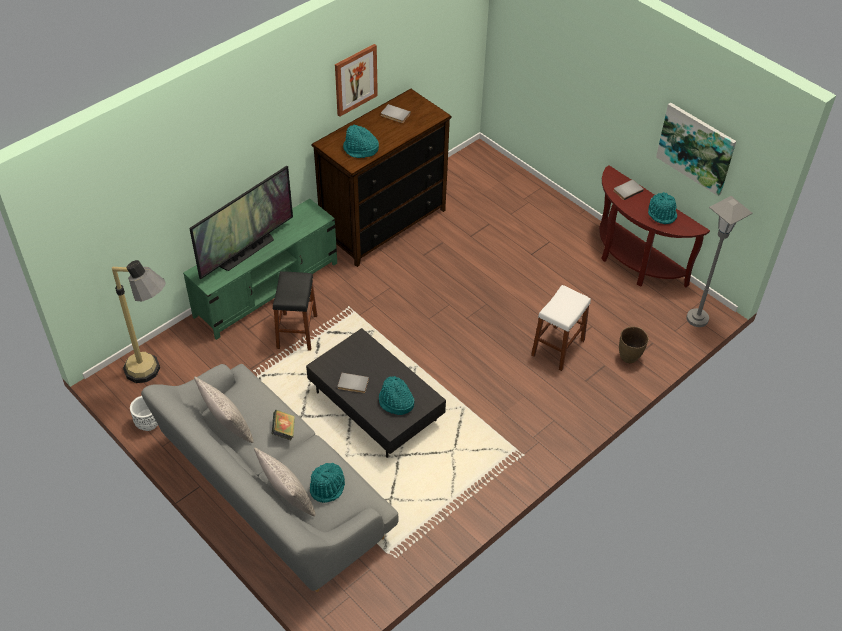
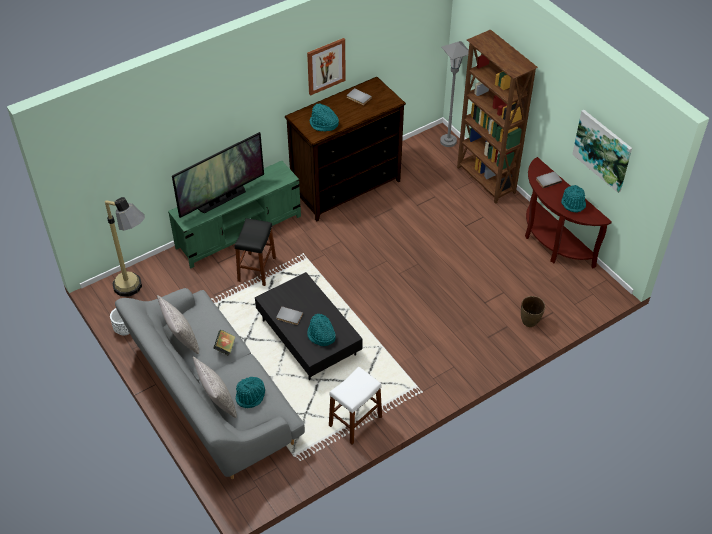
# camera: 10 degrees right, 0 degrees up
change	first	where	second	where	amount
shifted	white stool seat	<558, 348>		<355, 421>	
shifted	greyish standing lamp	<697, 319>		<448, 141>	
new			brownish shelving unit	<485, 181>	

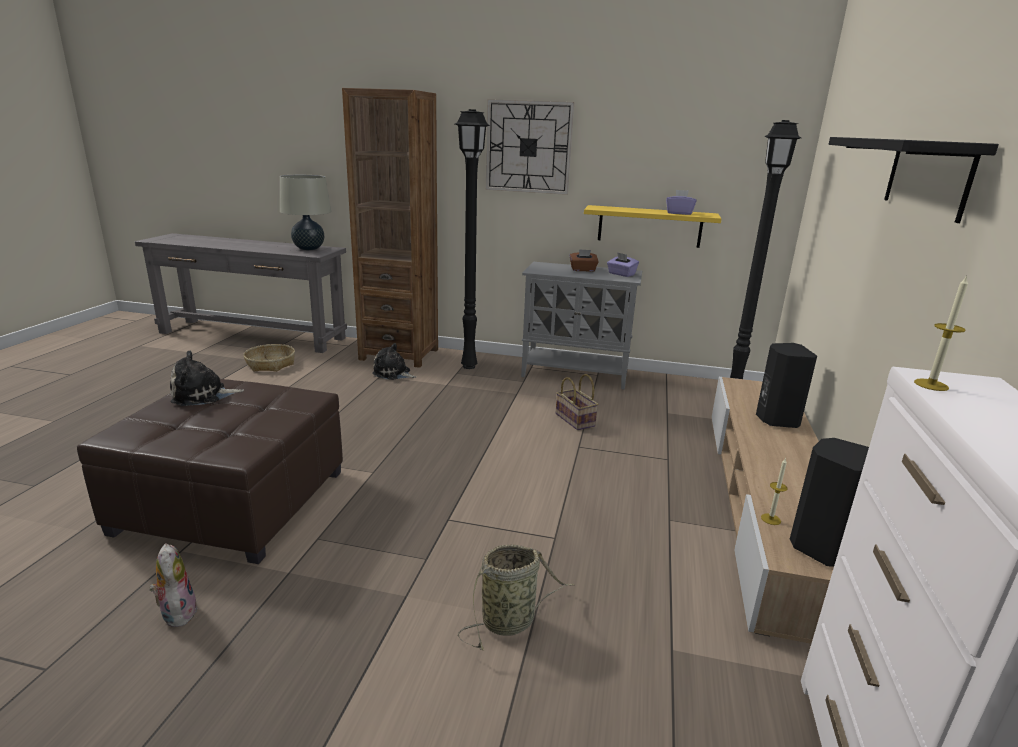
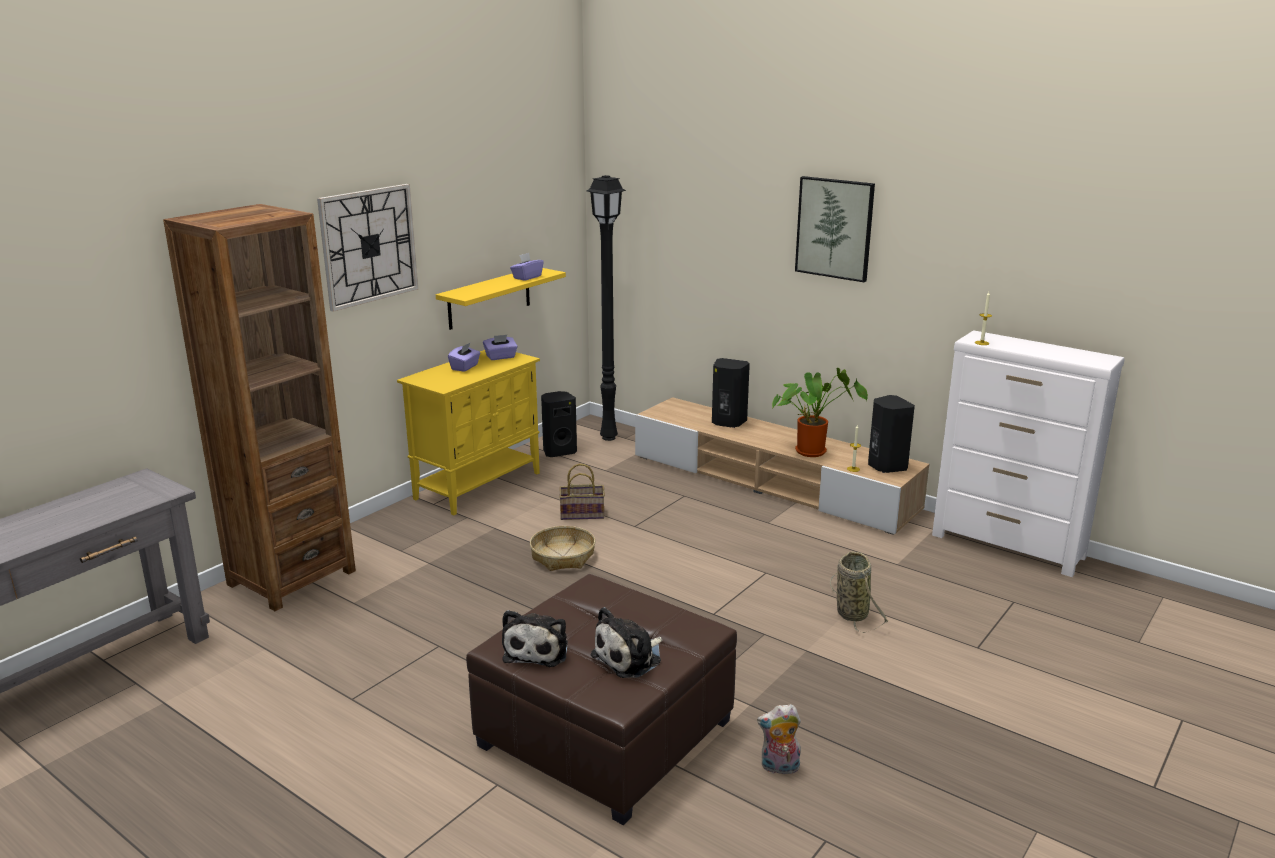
# camera: 65 degrees left, 0 degrees up
change	first	where	second	where	amount
shifted	storage basket	<270, 364>		<562, 557>	
gone	sand-coloured table lamp	<309, 249>			
shifted	plush toy	<393, 373>		<630, 658>	
gone	black standing lamp	<470, 366>			
repainted	greyish cabinet	<576, 374>	yellowish cabinet	<478, 485>	
repainted	brownish tissue holder	<583, 270>	purple tissue holder	<465, 367>	
swapped	black shelf	<927, 176>	picture	<834, 228>	
new			black speaker	<558, 451>	
new			houseplant	<813, 451>	

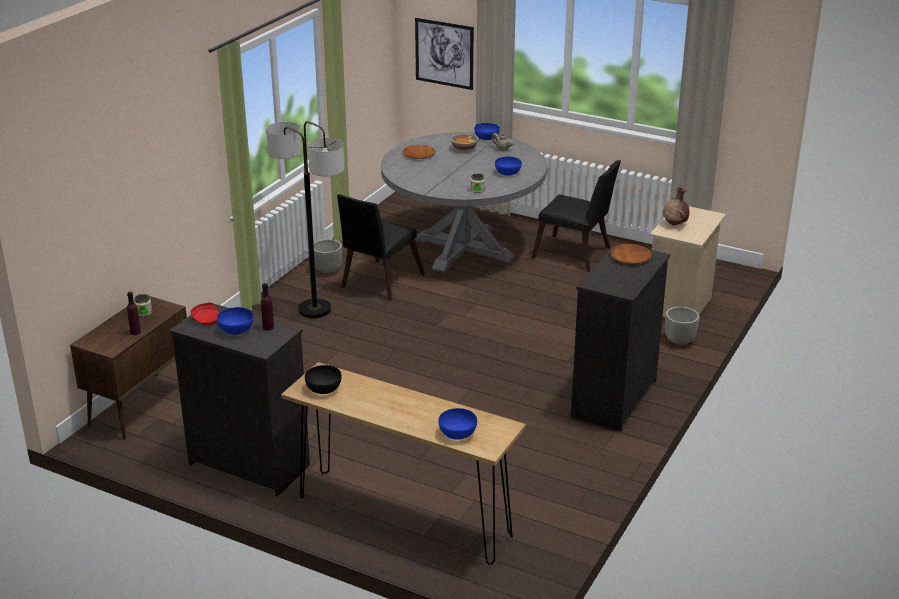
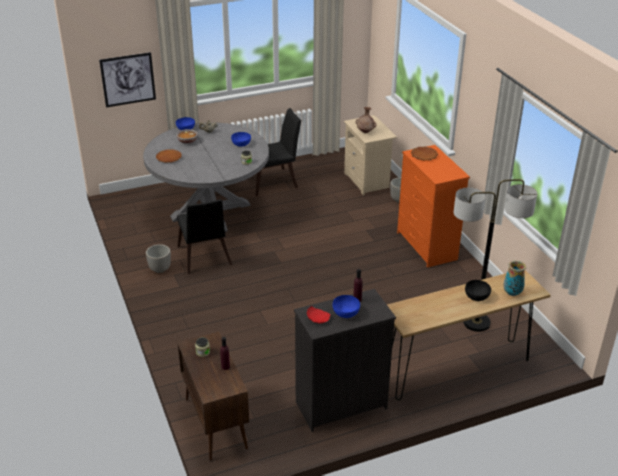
# camera: 50 degrees left, 5 degrees up
change	first	where	second	where	amount
shifted	standing lamp	<314, 309>		<476, 322>	
shifted	black serving bowl	<324, 389>		<477, 296>	
swapped	blue serving bowl	<458, 433>	flower vase	<512, 293>	
repainted	black chest of drawers	<613, 399>	orange-coloured chest of drawers	<426, 246>	

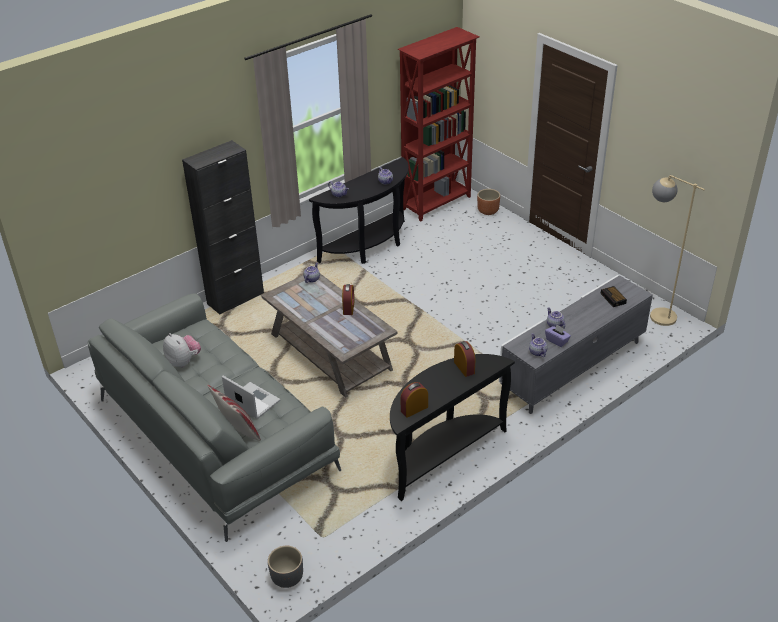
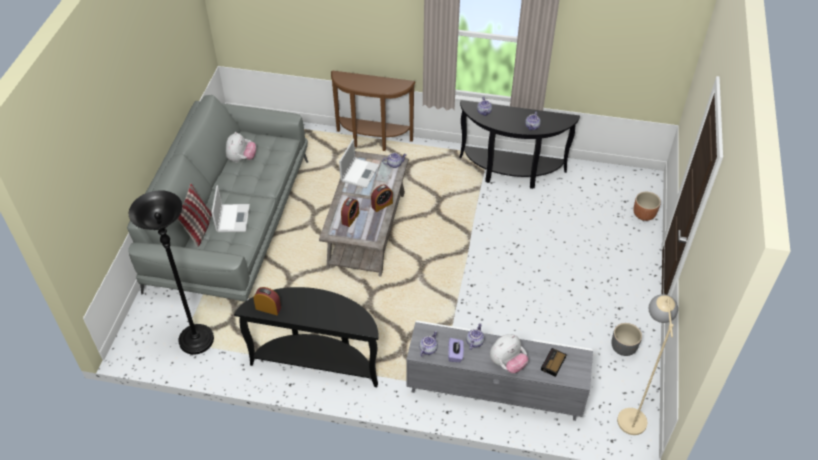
# camera: 50 degrees right, 10 degrees up
change	first	where	second	where	amount
swapped	black cabinet	<235, 298>	brownish hall table	<373, 141>	
shifted	greyish flower pot	<287, 578>		<623, 348>	
gone	red-coloured shelving unit	<437, 203>			
shifted	alarm clock	<464, 367>		<350, 218>	
new			black standing lamp	<196, 340>	
new			notebook computer	<360, 172>	
new			plush toy	<507, 363>	

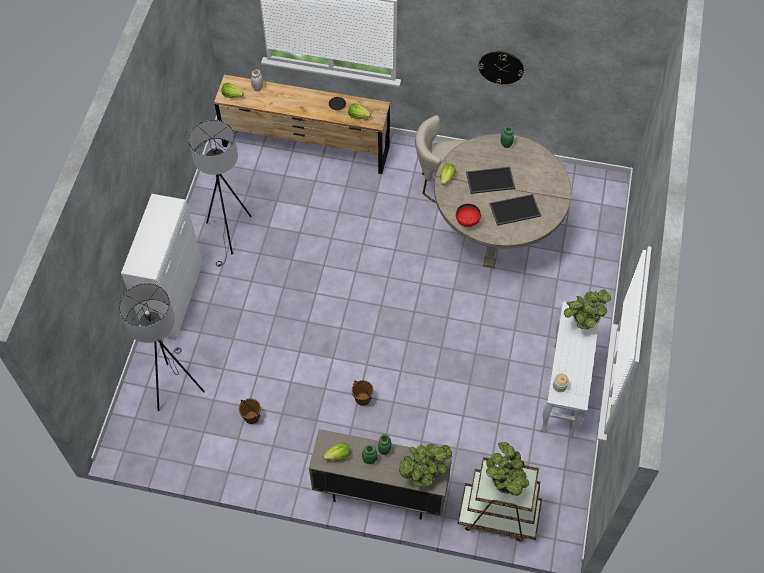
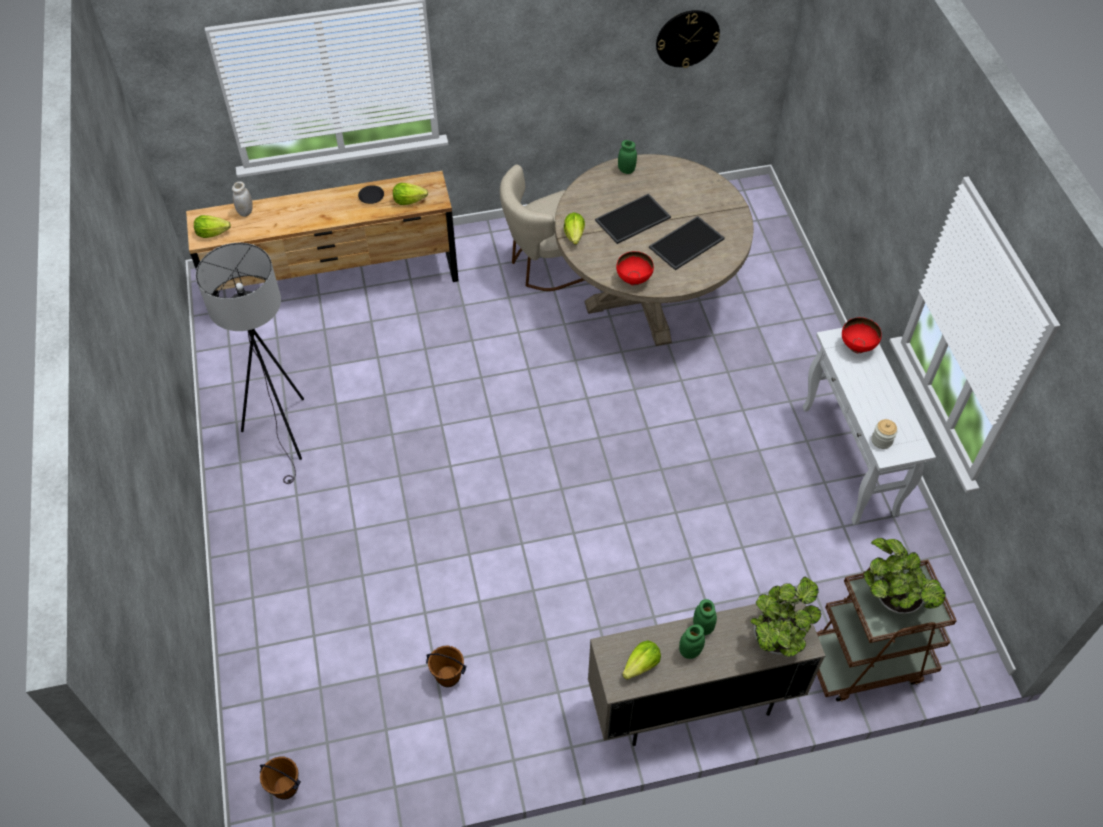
# camera: 25 degrees left, 5 degrees down
change	first	where	second	where	amount
gone	greyish standing lamp	<174, 385>			
gone	white cabinet	<174, 299>			
shifted	brownish water bucket	<362, 399>		<285, 787>	
shifted	clock on the wall	<501, 67>		<687, 38>	
swapped	houseplant	<583, 320>	red-coloured serving bowl	<857, 346>	

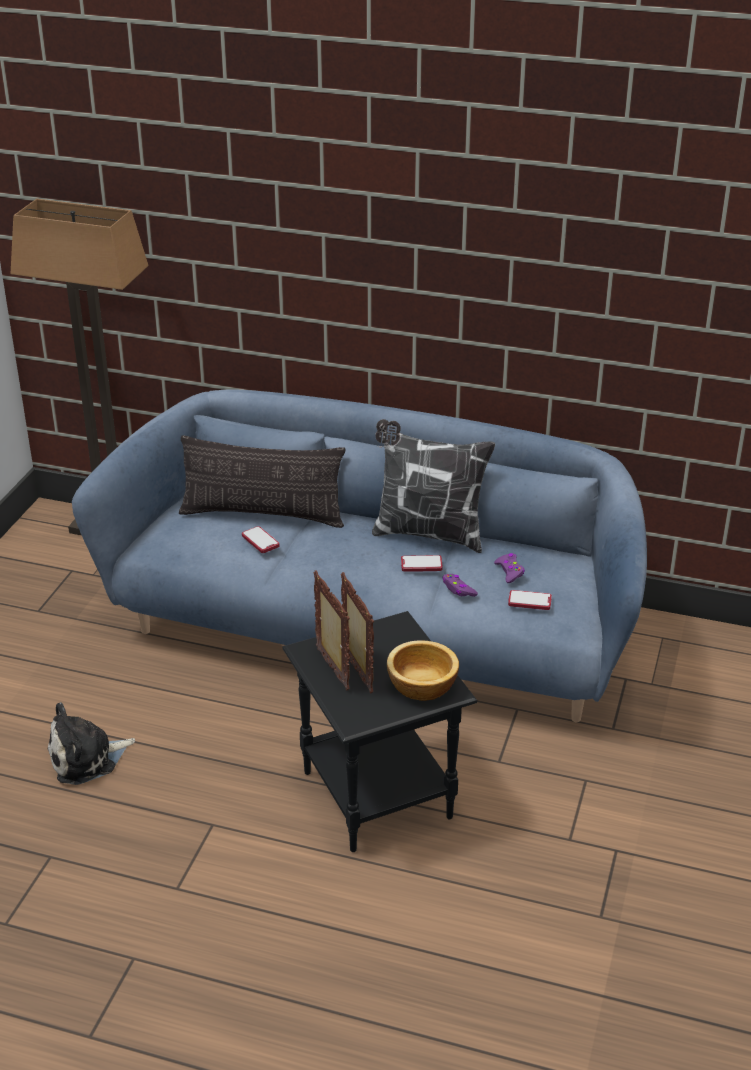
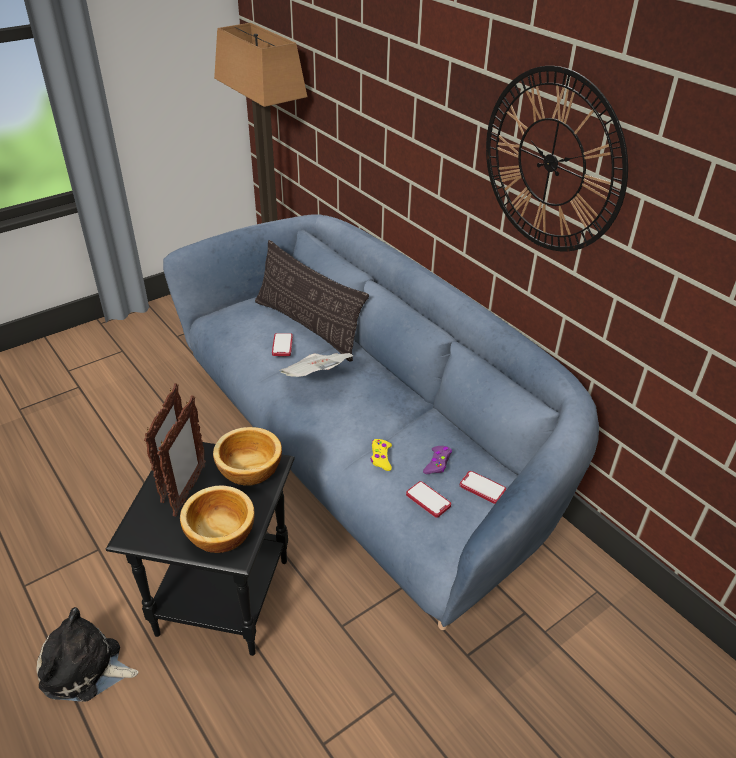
# camera: 35 degrees right, 5 degrees up
change	first	where	second	where	amount
shifted	plush toy	<87, 758>		<86, 669>	
gone	throw pillow	<428, 533>			
shifted	handset	<421, 564>		<482, 488>	
repainted	purple gamepad	<458, 589>	yellowish gamepad	<381, 458>	
new			serving bowl	<248, 470>	
new			daily paper	<316, 378>	
new			clock on the wall	<551, 162>	

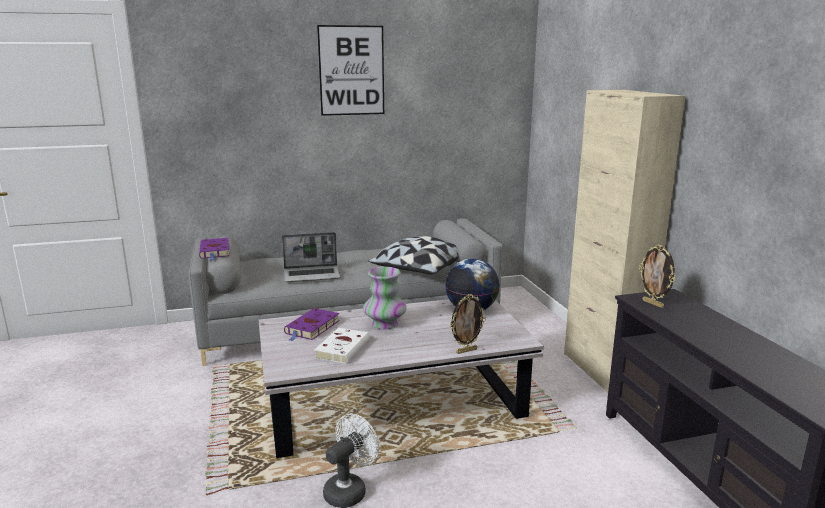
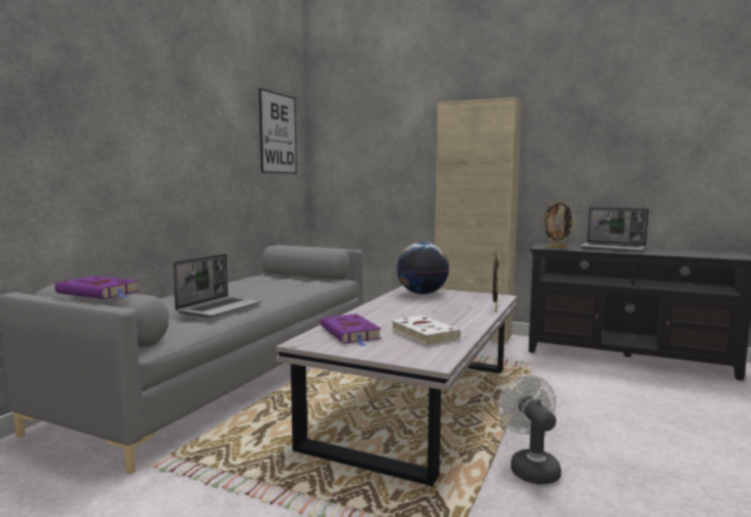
# camera: 50 degrees left, 10 degrees down
change	first	where	second	where	amount
shifted	picture	<351, 71>		<278, 133>	
gone	flower vase	<384, 324>			
gone	throw pillow	<418, 269>			
new			notebook computer	<613, 248>	

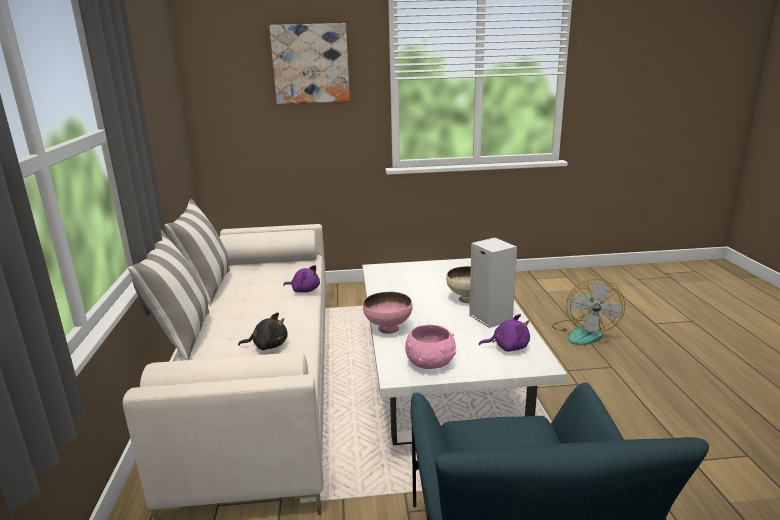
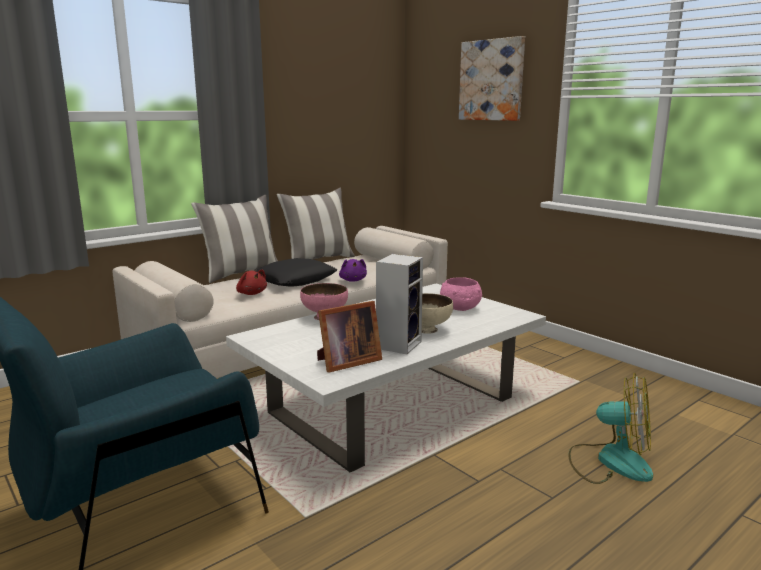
# camera: 55 degrees right, 5 degrees down
change	first	where	second	where	amount
repainted	black plush toy	<268, 345>	red-coloured plush toy	<251, 293>	
shifted	pink serving bowl	<430, 363>		<460, 308>	
swapped	purple plush toy	<508, 347>	photo frame	<346, 362>	
rotated	fan	<584, 332>		<610, 461>	135 degrees counterclockwise
new			black throw pillow	<295, 280>	

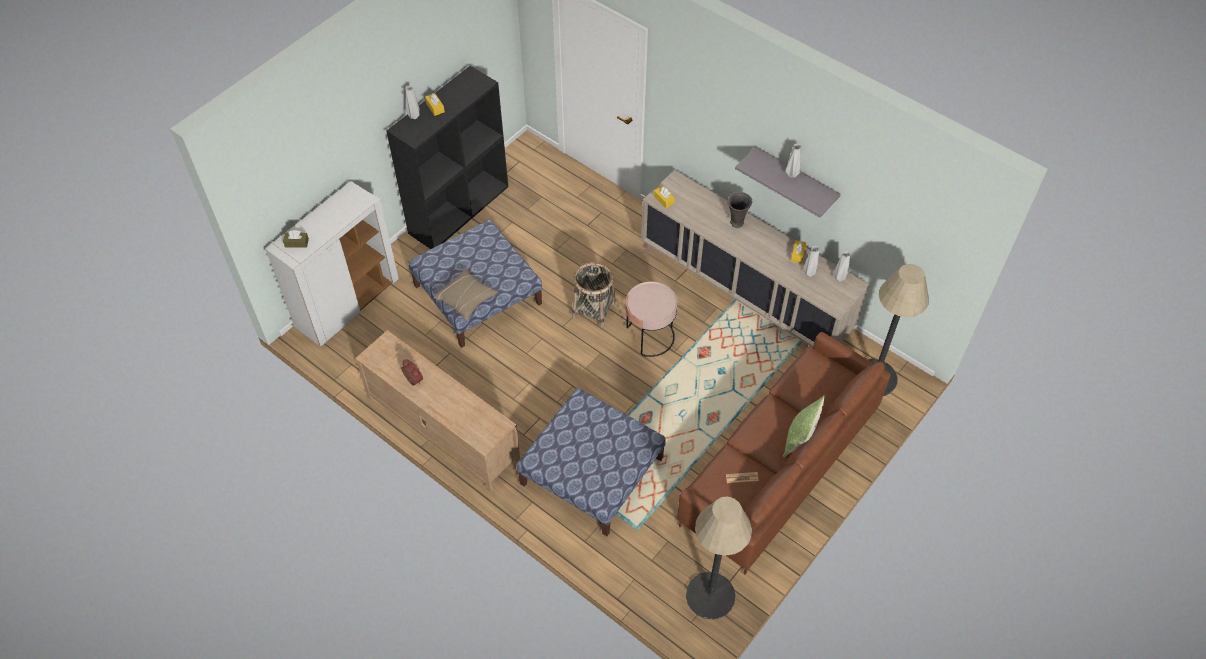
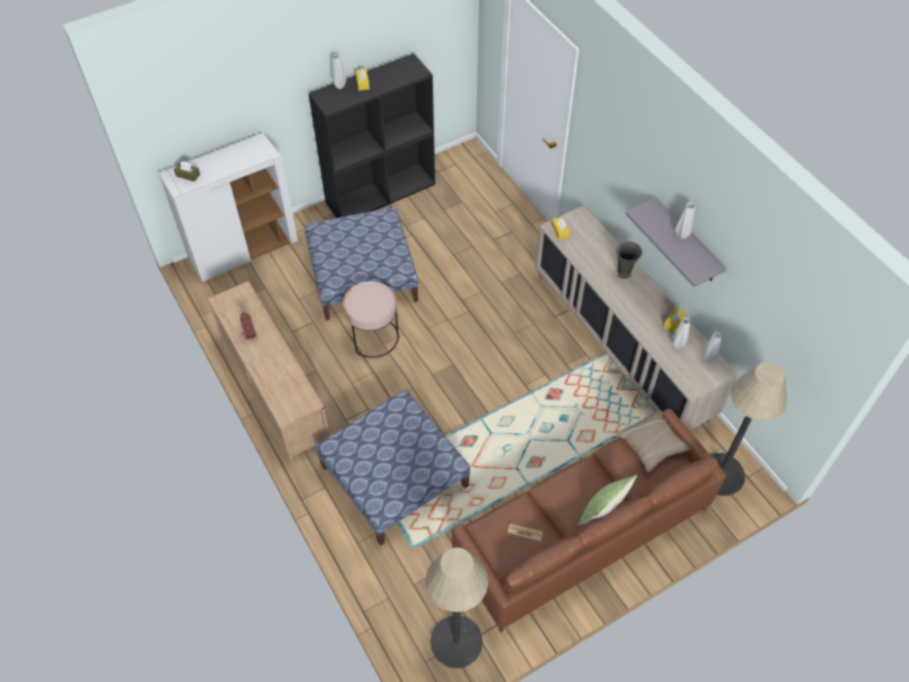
# camera: 20 degrees right, 0 degrees up
change	first	where	second	where	amount
shifted	sand-coloured throw pillow	<466, 299>		<652, 445>	
gone	storage basket	<594, 309>			
shifted	pink end table	<649, 336>		<373, 337>	

